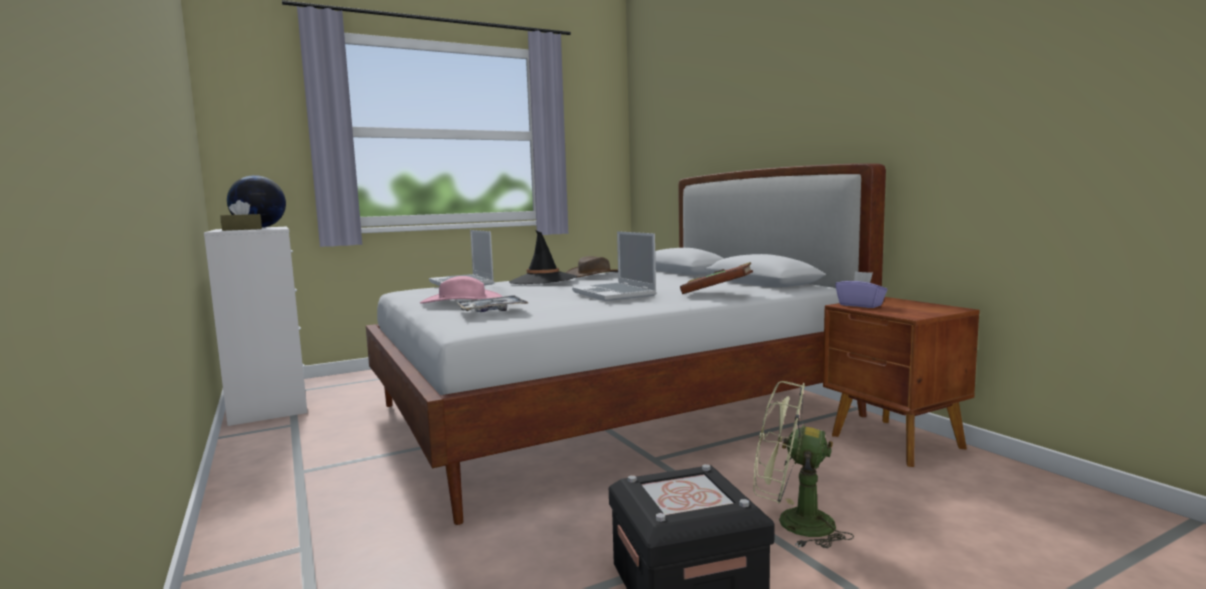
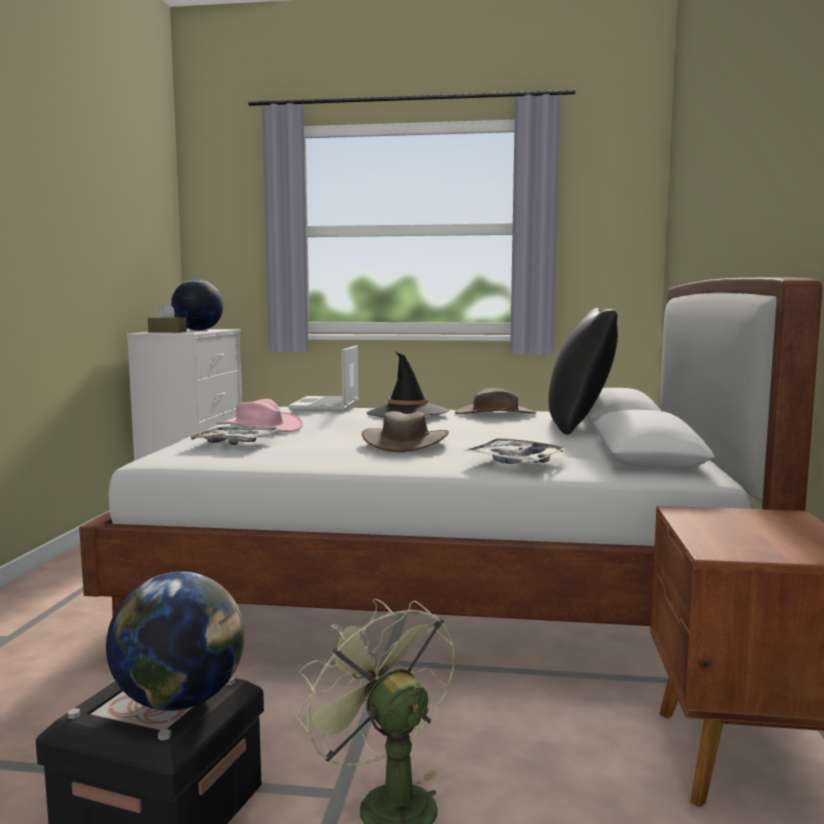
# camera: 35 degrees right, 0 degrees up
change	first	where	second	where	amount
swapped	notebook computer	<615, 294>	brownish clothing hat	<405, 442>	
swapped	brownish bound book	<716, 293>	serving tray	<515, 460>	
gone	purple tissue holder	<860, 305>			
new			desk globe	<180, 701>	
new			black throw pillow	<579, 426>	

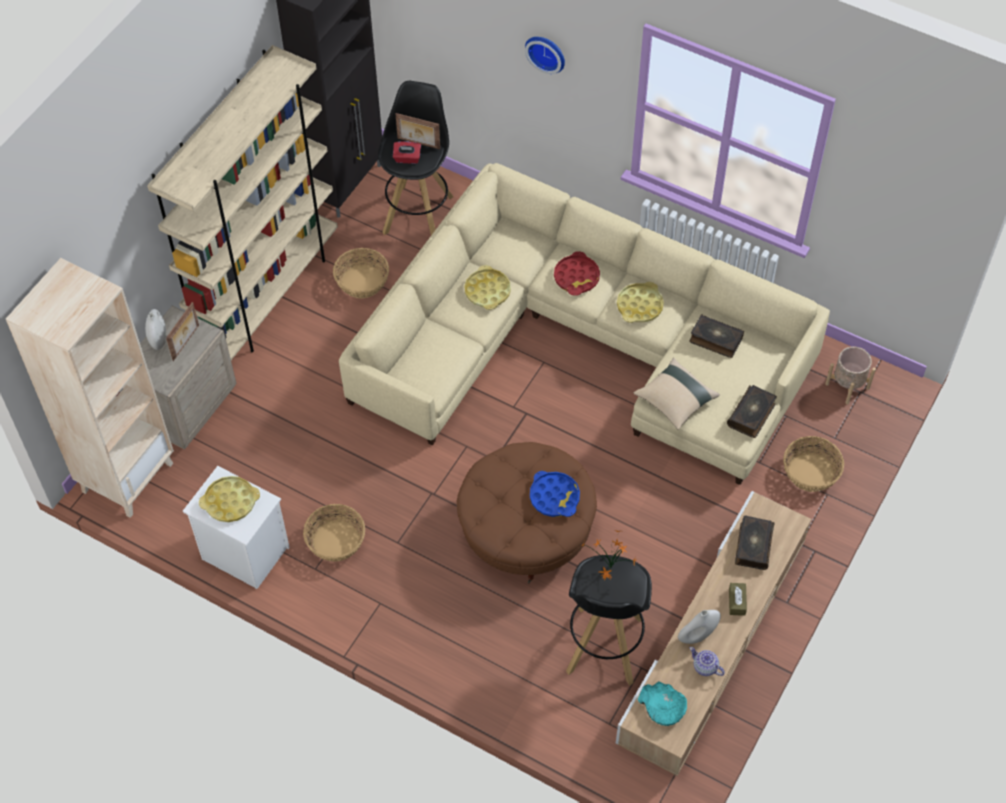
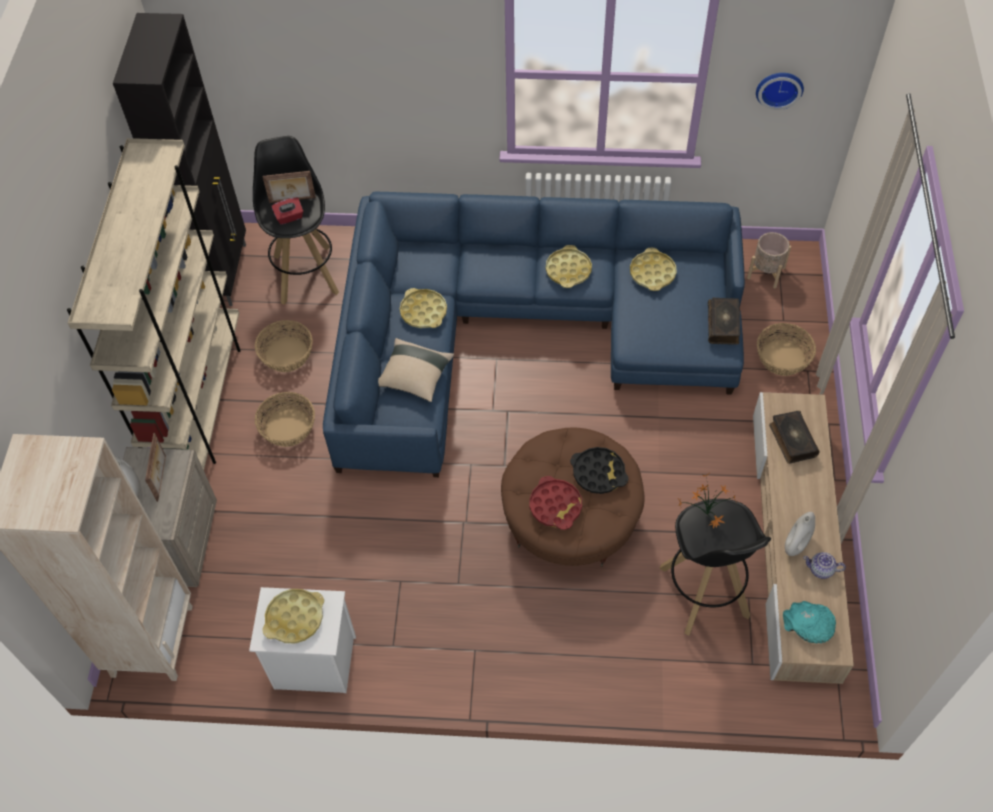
# camera: 25 degrees left, 0 degrees up
change	first	where	second	where	amount
shifted	storage basket	<336, 541>		<288, 428>	
repainted	sand-coloured couch	<583, 344>	blue couch	<522, 329>	
shifted	clock on the wall	<546, 52>		<779, 88>	
repainted	blue serving tray	<554, 497>	black serving tray	<598, 473>	
shifted	red-coloured serving tray	<576, 277>		<555, 506>	
shifted	sand-coloured throw pillow	<675, 400>		<414, 377>	
swapped	bound book	<715, 340>	yellowish serving tray	<652, 273>	
gone	brownish tissue holder	<737, 602>			

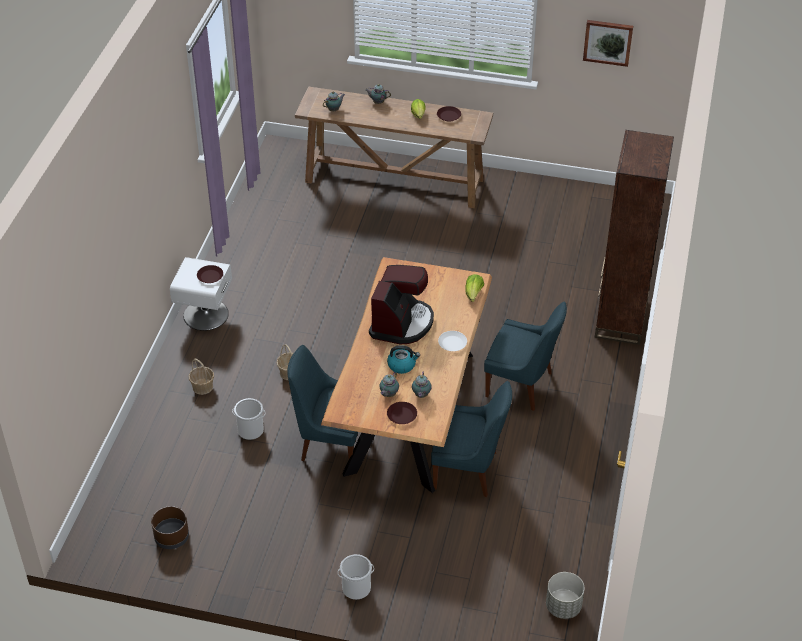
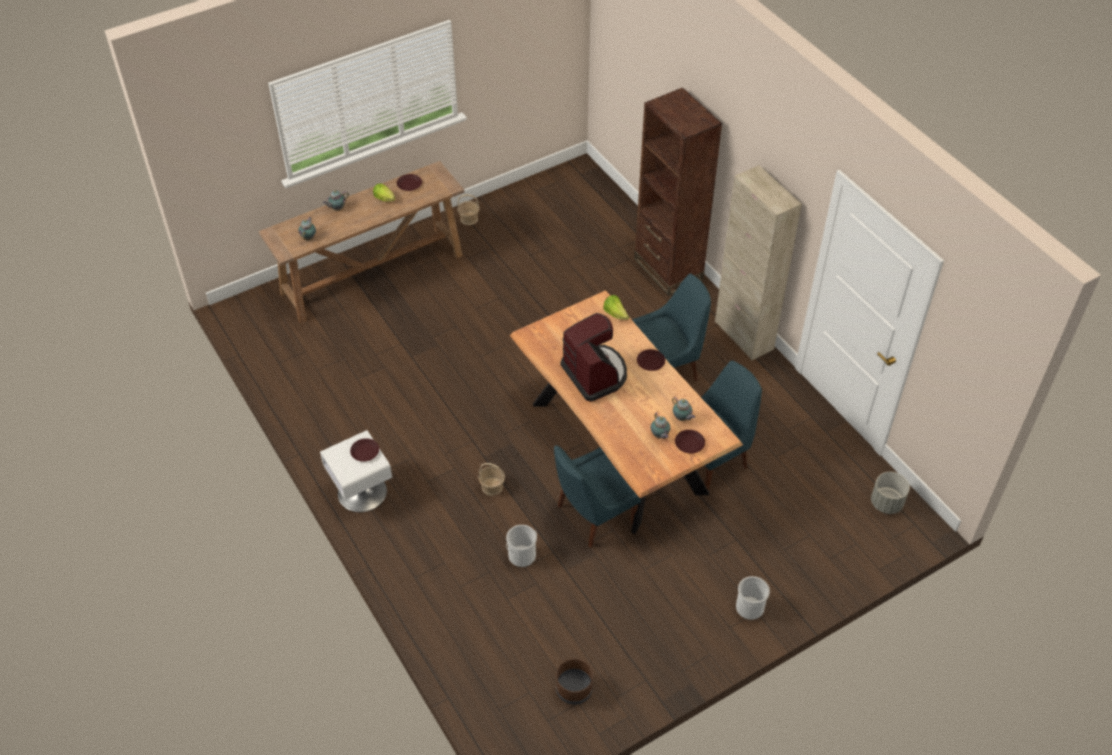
# camera: 45 degrees left, 5 degrees up
change	first	where	second	where	amount
shifted	storage basket	<202, 387>		<469, 219>	
gone	tea kettle	<402, 365>			
repainted	white plate	<452, 343>	brownish plate	<651, 362>	
gone	picture	<608, 42>			
new			sand-coloured cabinet	<743, 335>	

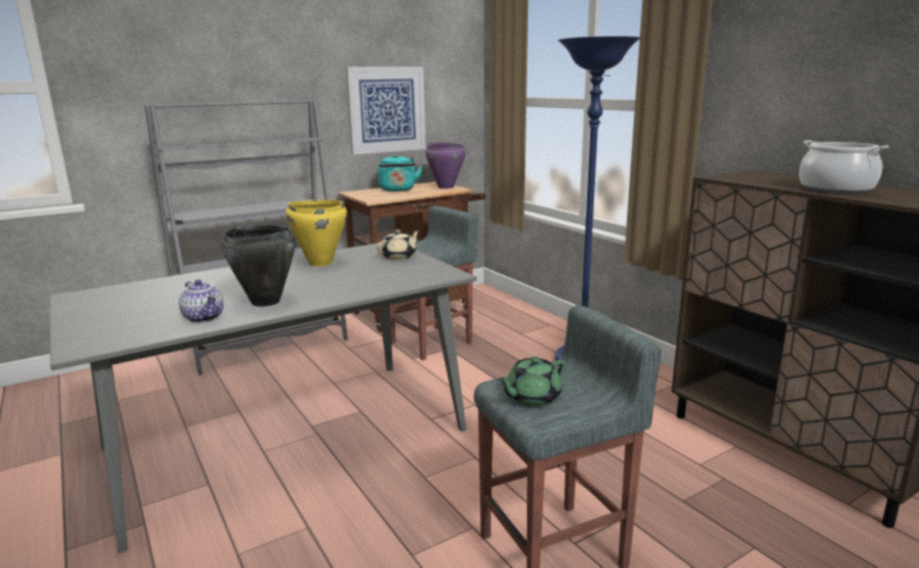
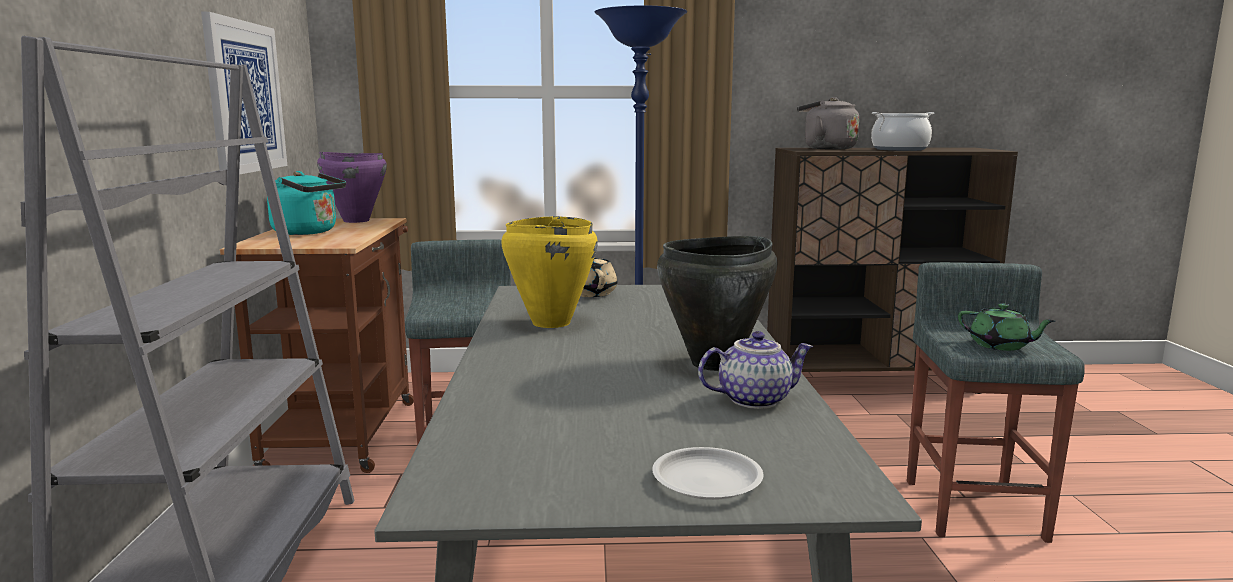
# camera: 60 degrees left, 5 degrees down
change	first	where	second	where	amount
rotated	green-coloured pot for tea	<532, 397>		<1000, 346>	45 degrees counterclockwise
new			white plate	<708, 480>	
new			greyish tea kettle	<826, 148>	

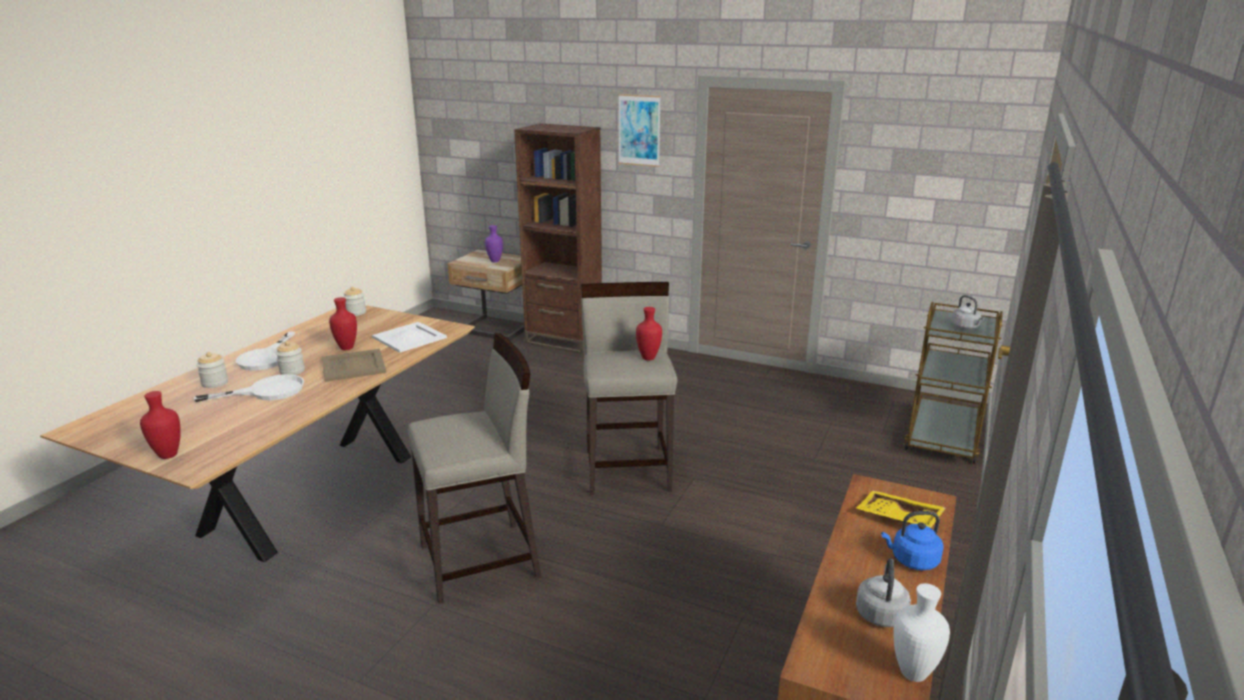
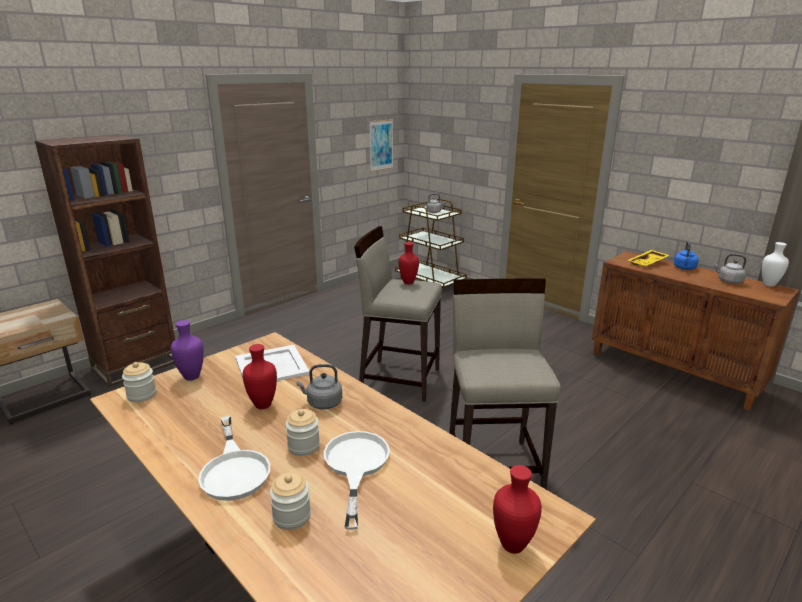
# camera: 70 degrees left, 0 degrees up
change	first	where	second	where	amount
rotated	white frying pan	<266, 357>		<234, 469>	45 degrees clockwise
swapped	sand-coloured serving tray	<352, 365>	greyish tea kettle	<322, 403>	
shifted	purple flower vase	<495, 261>		<191, 377>	
shifted	picture	<639, 130>		<381, 145>	

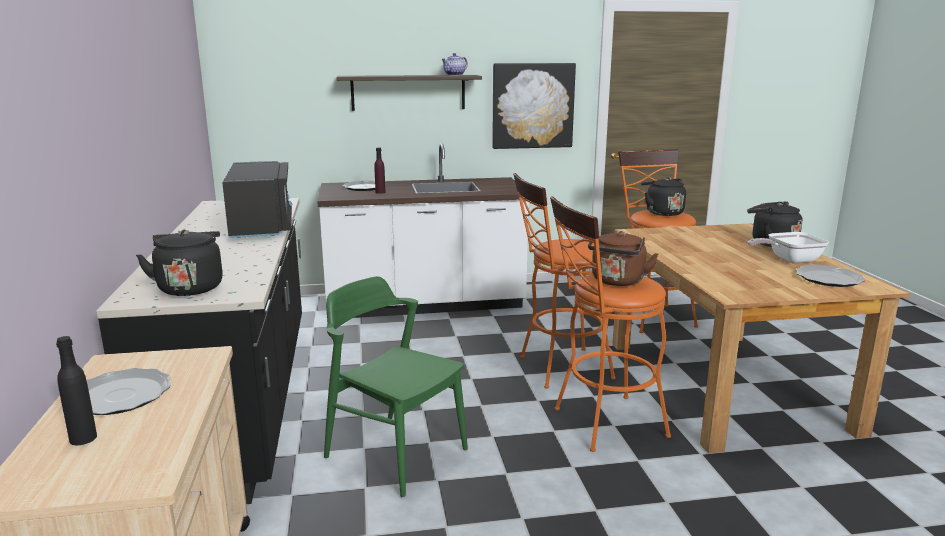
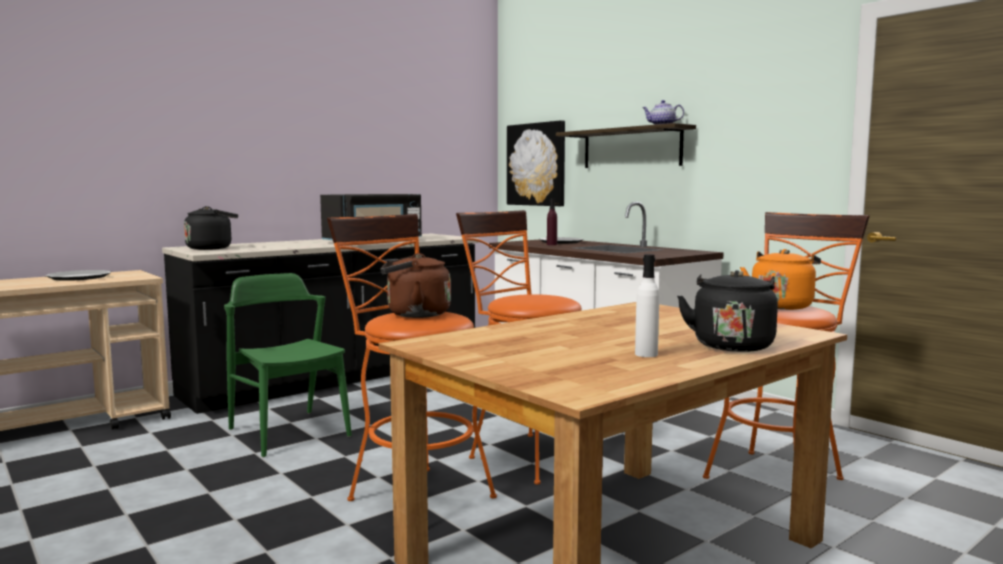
# camera: 60 degrees right, 10 degrees down
change	first	where	second	where	amount
gone	black bottle	<83, 438>			
rotated	green-coloured plain chair	<396, 453>		<289, 432>	45 degrees counterclockwise
shifted	picture	<532, 106>		<536, 164>	
repainted	black tea kettle	<662, 213>	orange-coloured tea kettle	<781, 306>	
swapped	frying pan	<789, 260>	white bottle	<646, 354>	
gone	plate	<829, 279>			

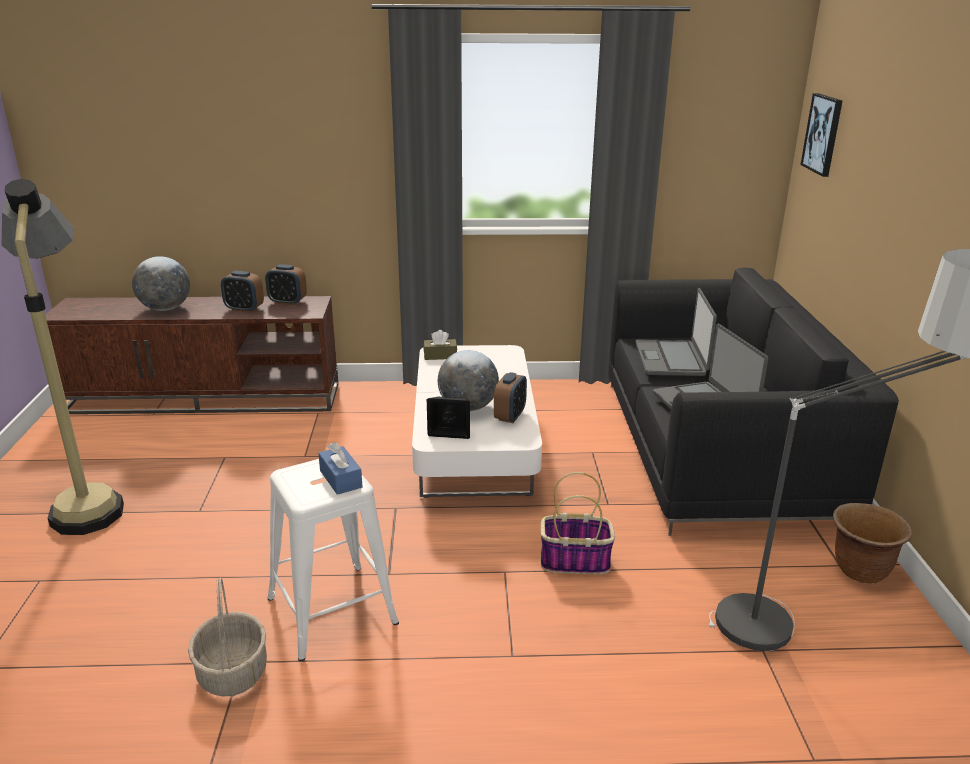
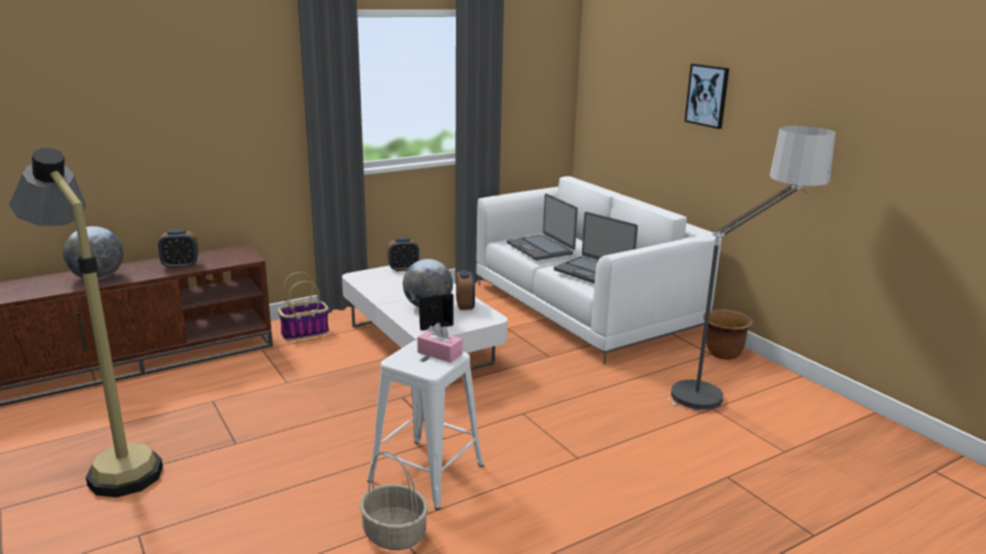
# camera: 30 degrees left, 5 degrees down
change	first	where	second	where	amount
shifted	alarm clock	<287, 302>		<403, 269>	
repainted	blue tissue holder	<341, 479>	pink tissue holder	<440, 353>	
gone	brownish tissue holder	<440, 356>			
shifted	storage basket	<575, 561>		<305, 332>	
repainted	black couch	<718, 449>	white couch	<585, 308>	
shifted	picture	<823, 134>		<707, 95>	

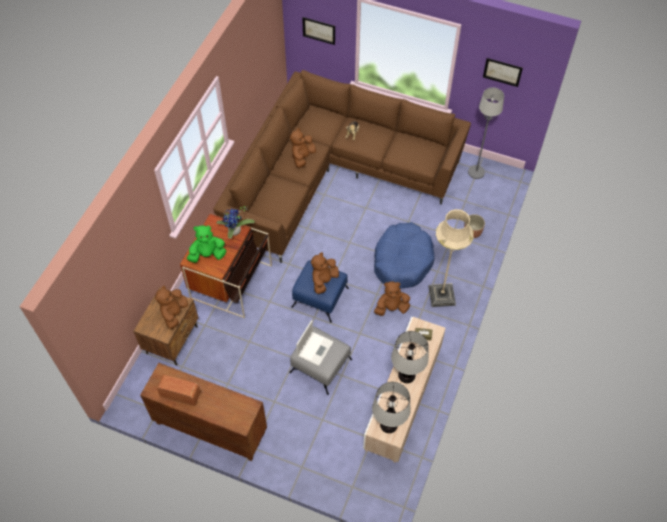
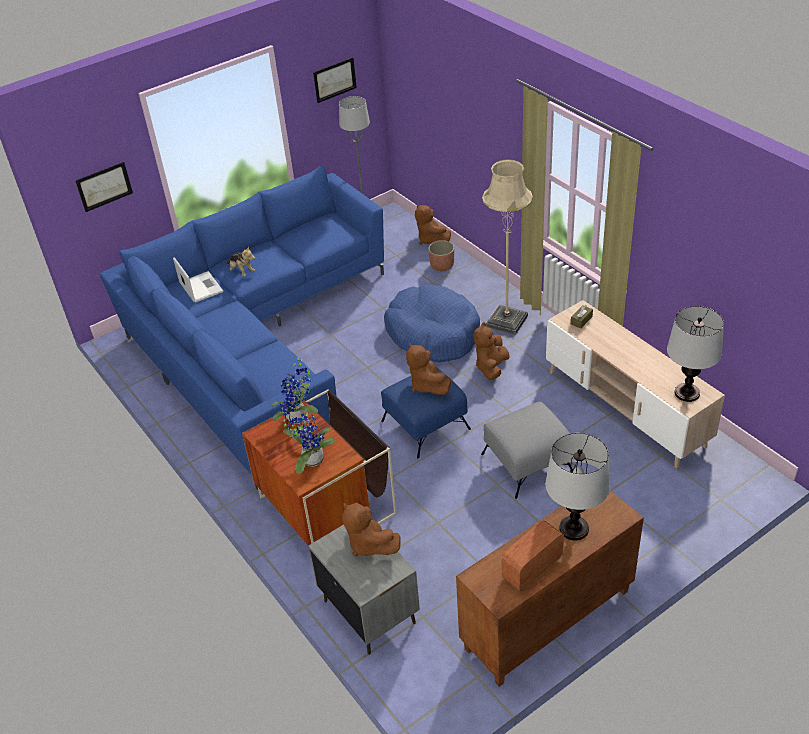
# camera: 55 degrees left, 15 degrees down
change	first	where	second	where	amount
repainted	brownish night table	<172, 340>	greyish night table	<369, 611>	
swapped	green-coloured plush toy	<207, 255>	houseplant	<310, 459>	
repainted	brownish couch	<332, 176>	blue couch	<255, 345>	
shifted	brownish plush toy	<302, 157>		<431, 239>	
shifted	notebook computer	<315, 348>		<200, 287>	
shifted	table lamp	<407, 375>		<573, 528>	

